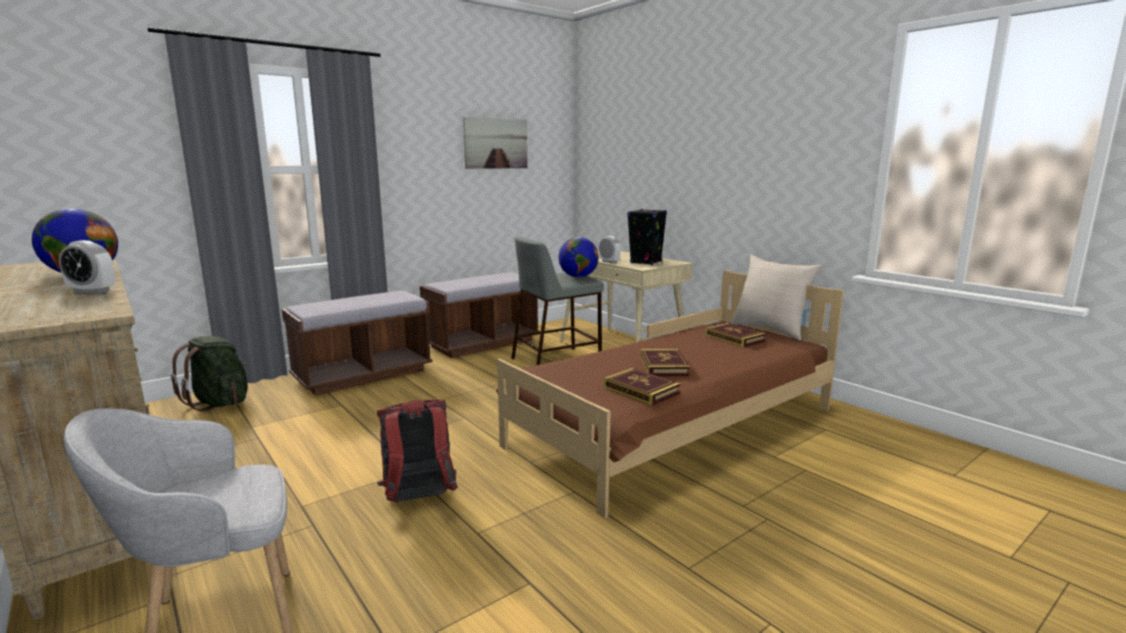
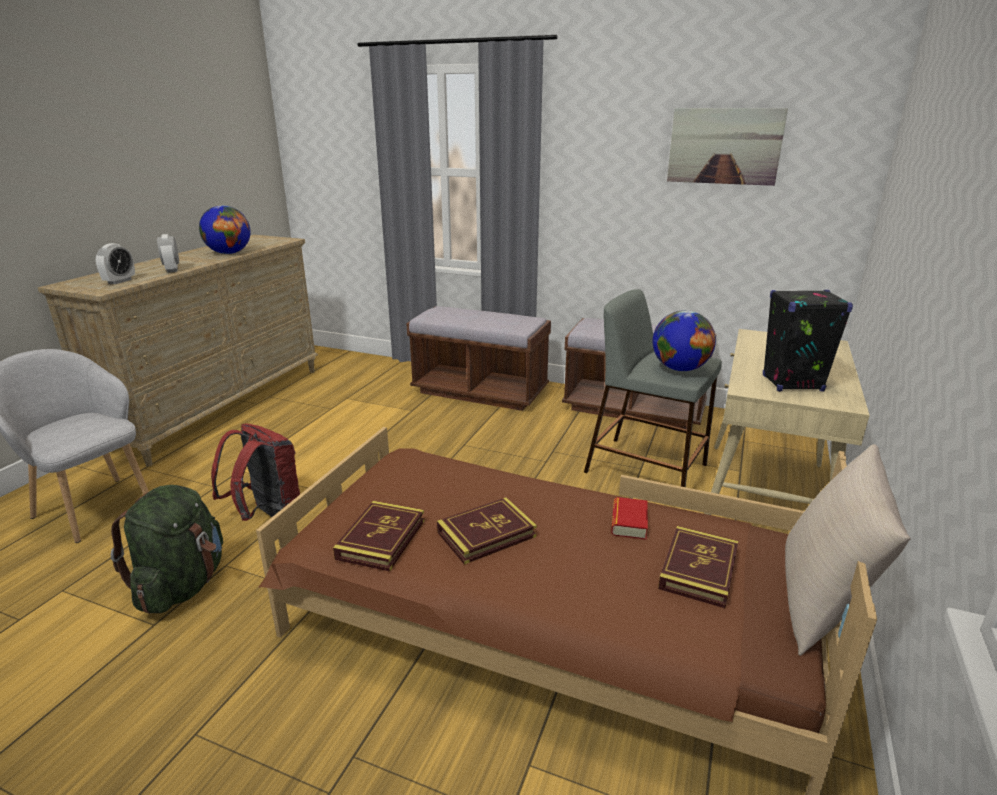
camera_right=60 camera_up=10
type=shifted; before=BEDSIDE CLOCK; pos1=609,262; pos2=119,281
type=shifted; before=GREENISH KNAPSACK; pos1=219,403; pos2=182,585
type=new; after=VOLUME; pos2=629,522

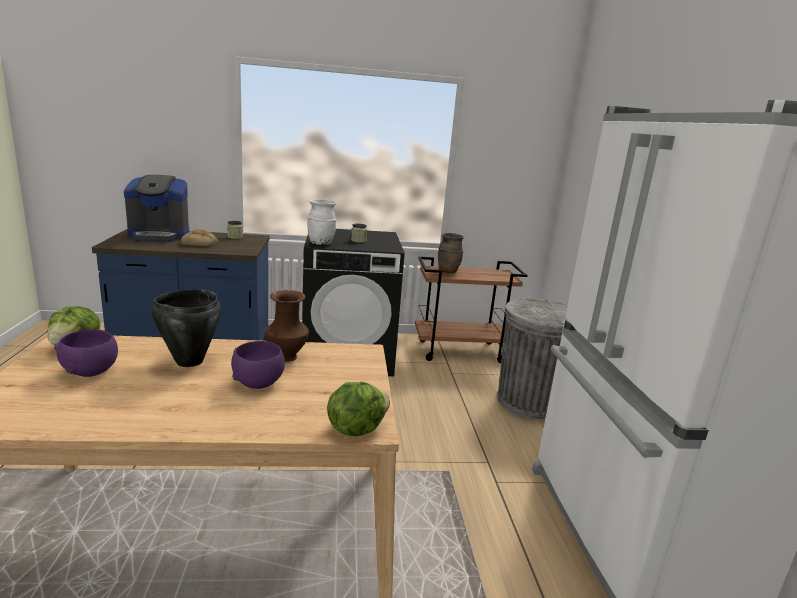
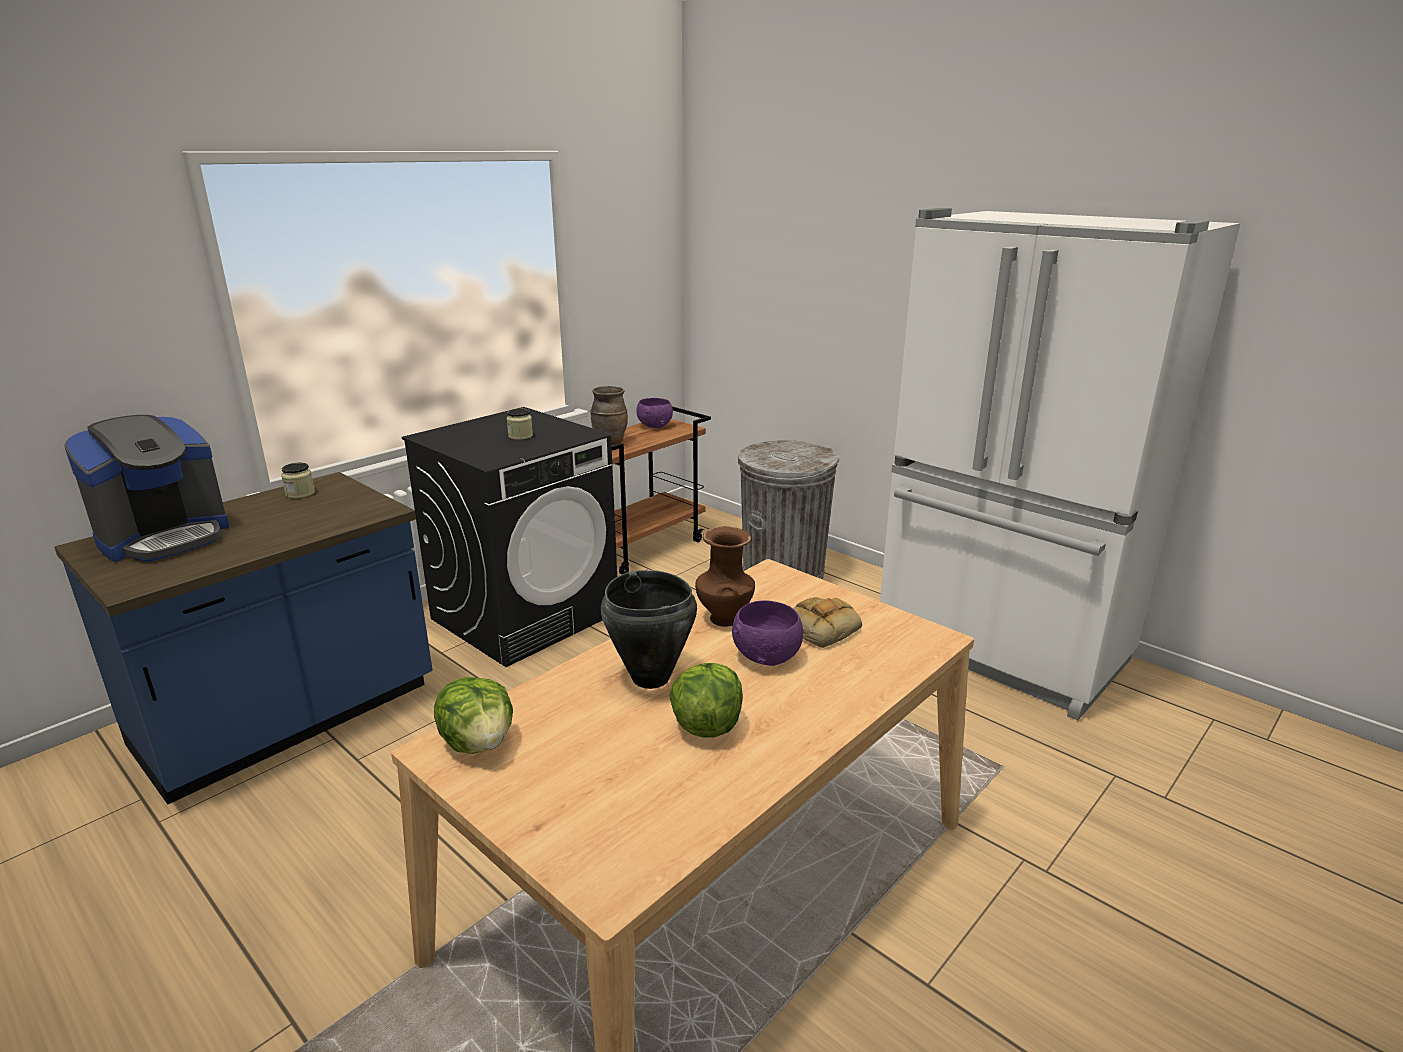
camera_right=-40 camera_up=5
type=gone; before=WHITISH FLOWER VASE; pos1=321,244
type=shifted; before=BAKERY BREAD; pos1=200,243; pos2=822,628
type=shifted; before=PURPLISH DEEP DISH; pos1=91,371; pos2=655,426
type=shifted; before=LETTUCE HEAD; pos1=356,428; pos2=707,725

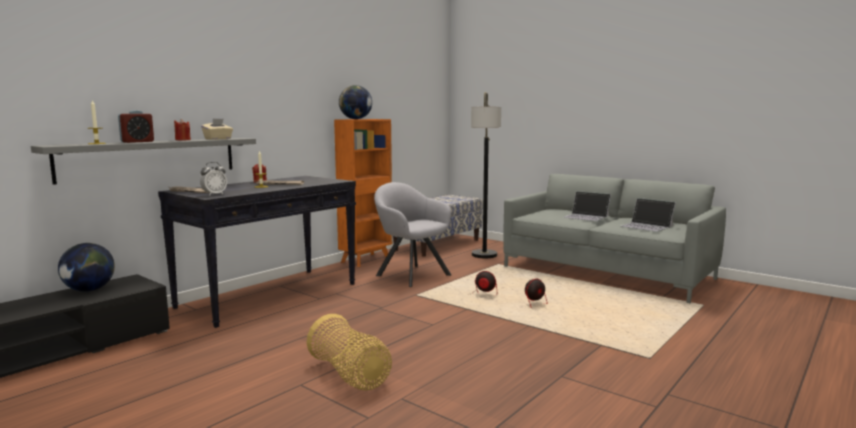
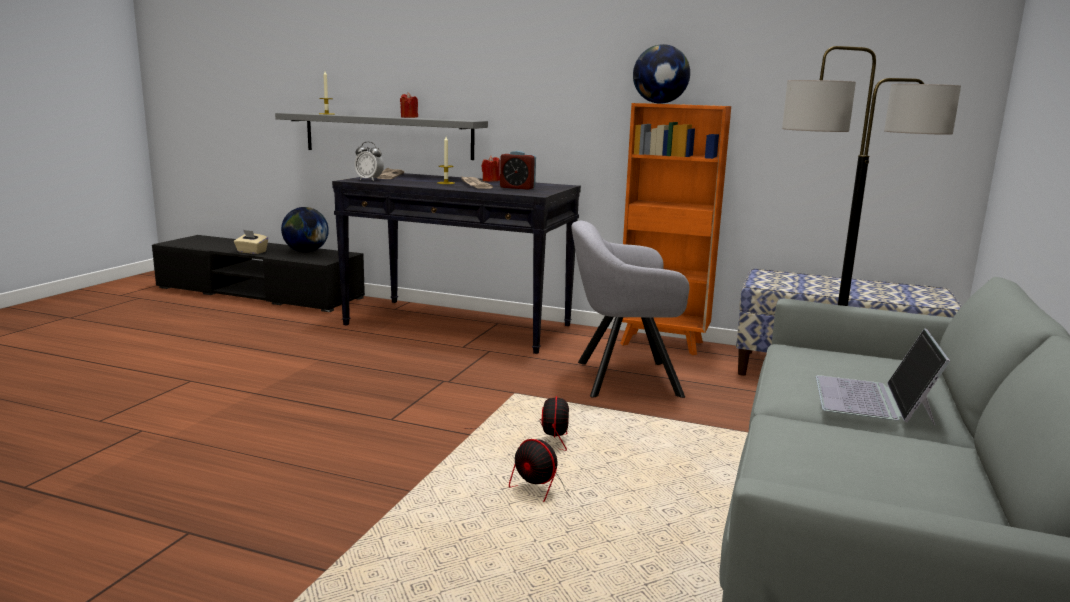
camera_right=70 camera_up=5
type=shifted; before=BEDSIDE CLOCK; pos1=137,142; pos2=517,188
type=shifted; before=BEIGE TISSUE HOLDER; pos1=218,139; pos2=251,252
type=rotated; before=GRAY ARMCHAIR; pos1=410,274; pos2=620,378; turn=-120
type=gone; before=PORTABLE COMPUTER; pos1=647,226
type=gone; before=BASKET; pos1=350,375

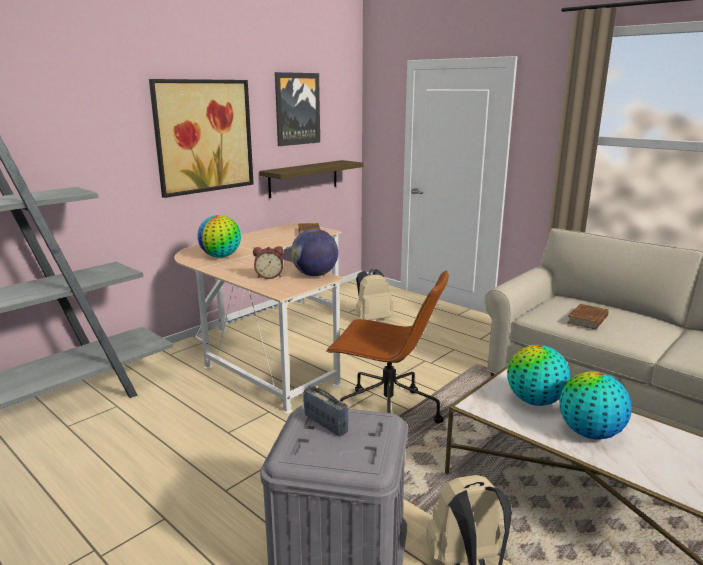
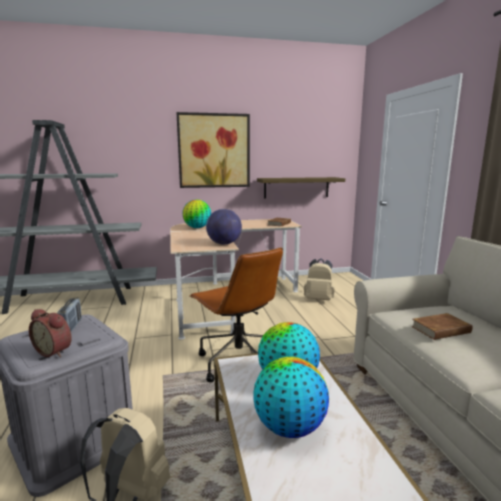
camera_right=35 camera_up=-5
type=gone; before=WALL PICTURE; pos1=297,109
type=shifted; before=BEDSIDE CLOCK; pos1=269,276; pos2=55,351

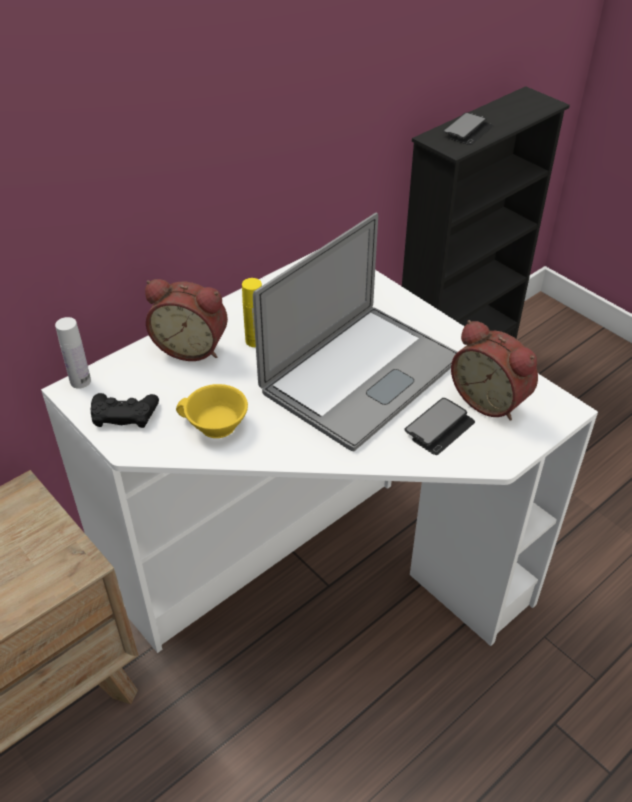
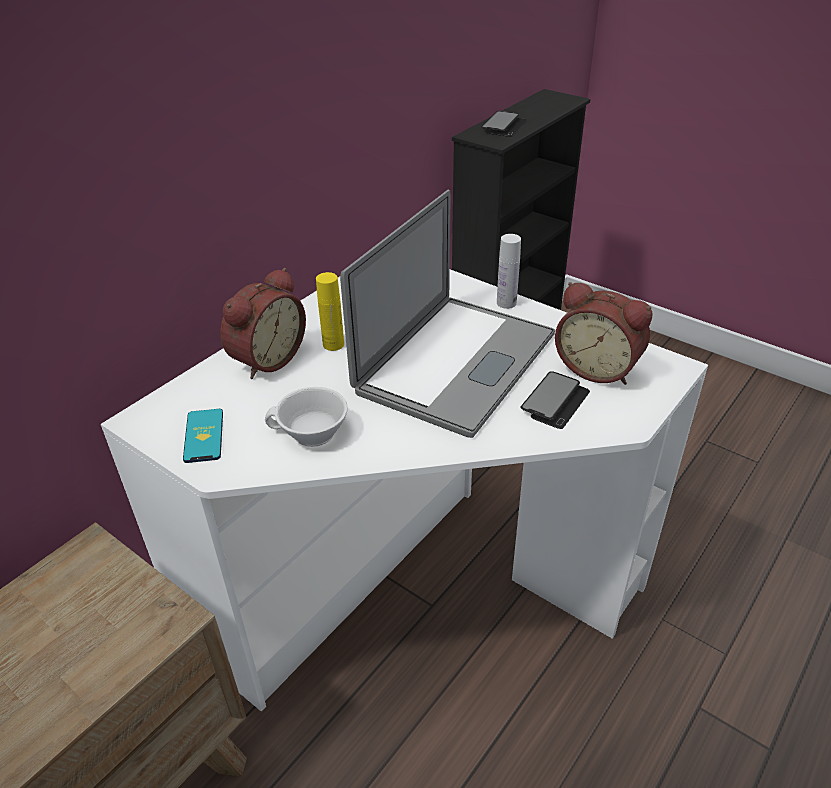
camera_right=-10 camera_up=-5
type=rotated; before=BEDSIDE CLOCK; pos1=192,347; pos2=266,359; turn=-60
type=shifted; before=WHITISH BEVERAGE BOTTLE; pos1=80,381; pos2=506,303
type=repainted; before=YELLOW SMALL CUP; after=WHITISH SMALL CUP; pos1=214,426; pos2=311,434
type=swapped; before=BLACKISH GAMEPAD; after=HANDSET; pos1=124,414; pos2=204,436

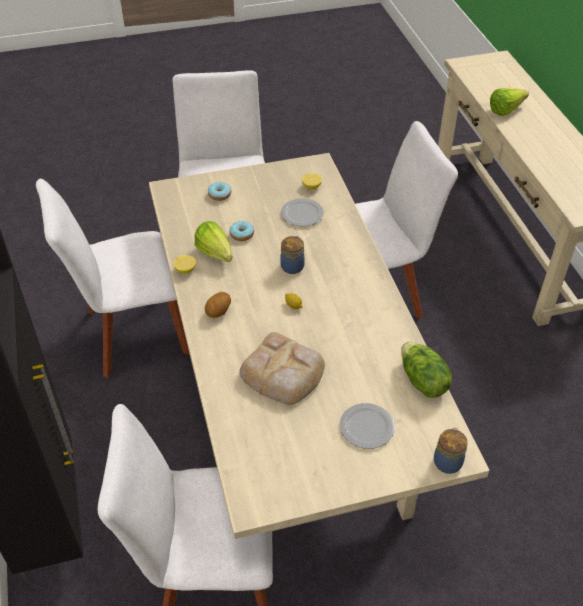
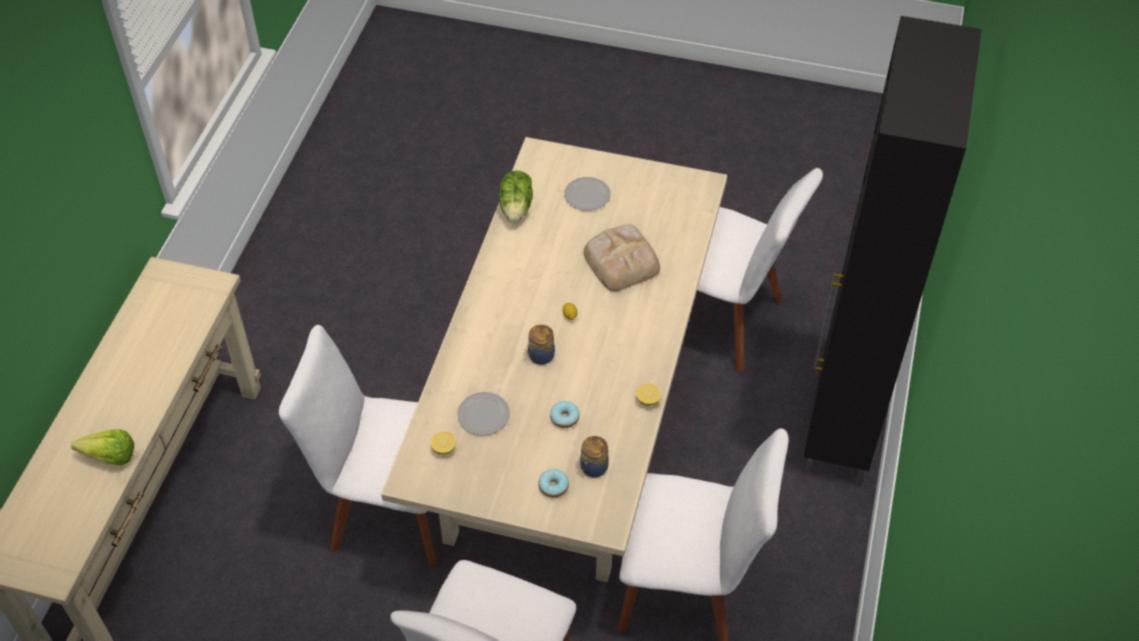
camera_right=-150 camera_up=5
type=gone; before=LETTUCE HEAD; pos1=216,256
type=gone; before=POTATO; pos1=218,312
type=shifted; before=PRESERVE JAR; pos1=448,461; pos2=593,468

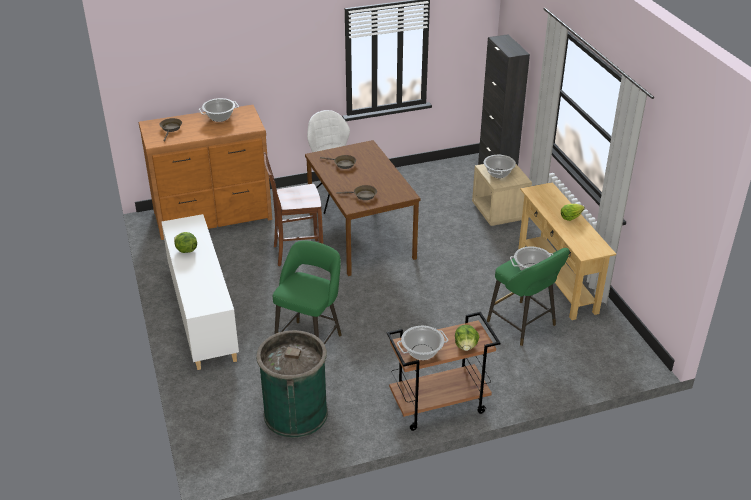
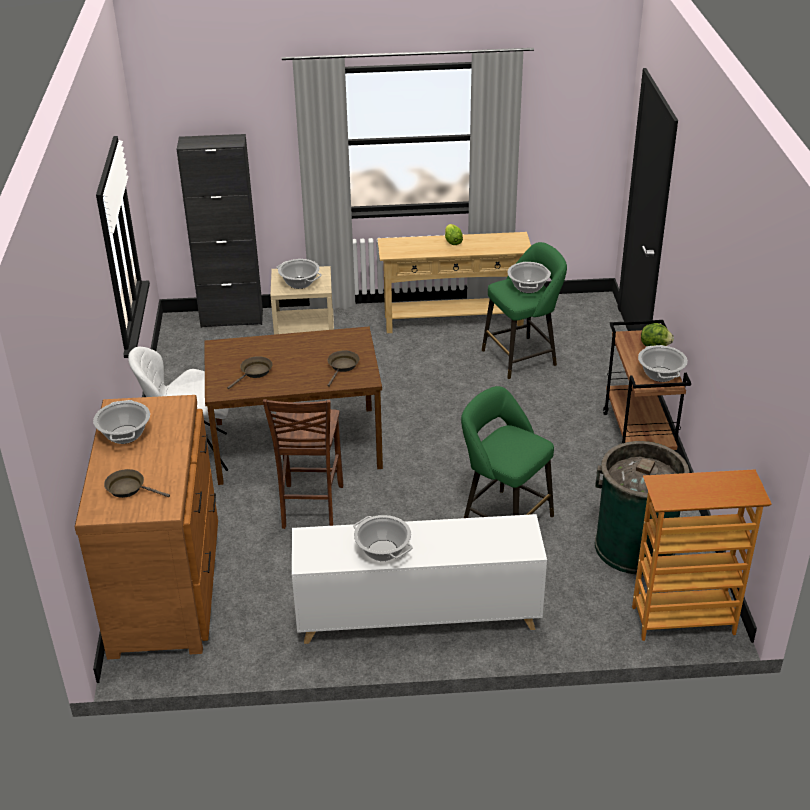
camera_right=-75 camera_up=0
type=swapped; before=LETTUCE HEAD; after=SAUCEPOT; pos1=186,250; pos2=383,551
type=new; after=SHELVING UNIT; pos2=683,621

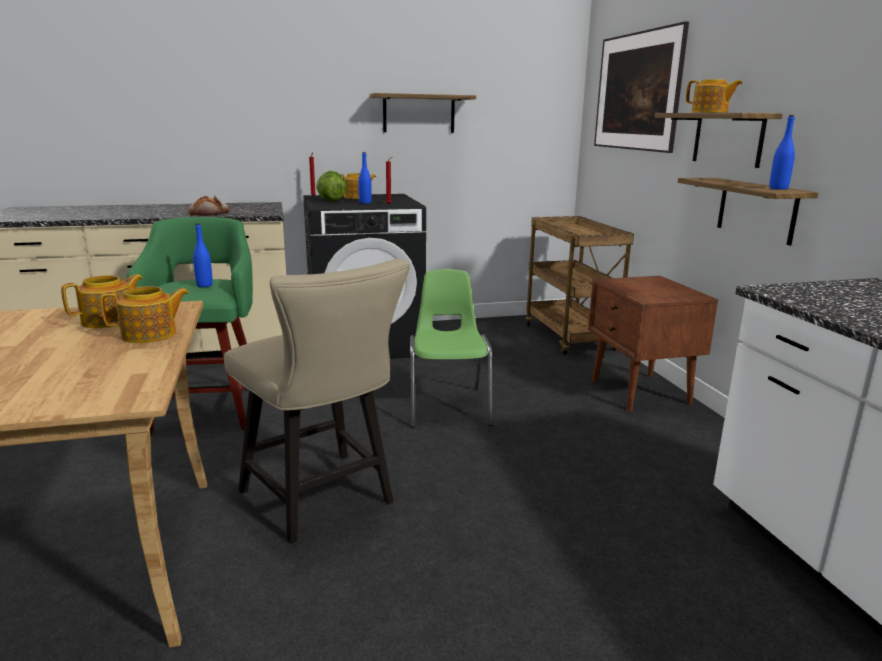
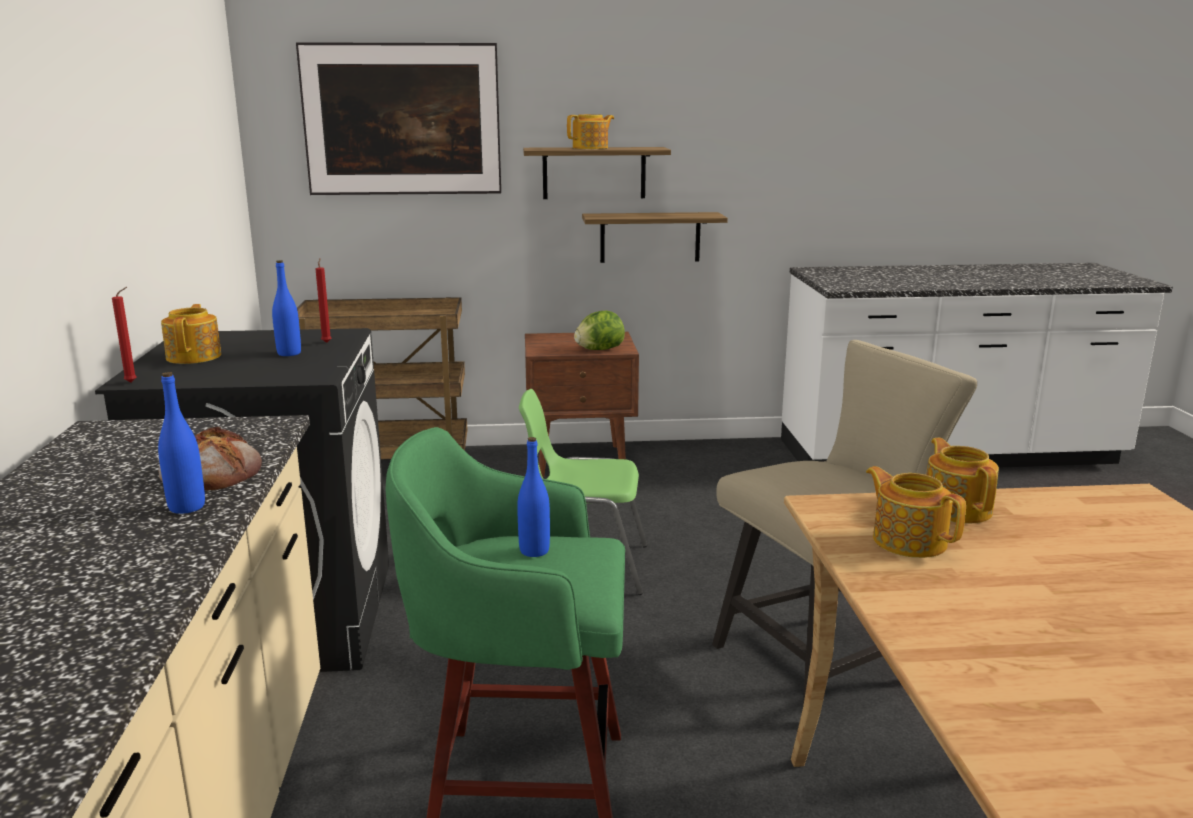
camera_right=-80 camera_up=0
type=gone; before=WALL SHELF; pos1=419,114
type=shifted; before=BLUE-COLOURED BEVERAGE BOTTLE; pos1=778,188; pos2=187,507
type=shifted; before=LETTUCE HEAD; pos1=330,201; pos2=599,350

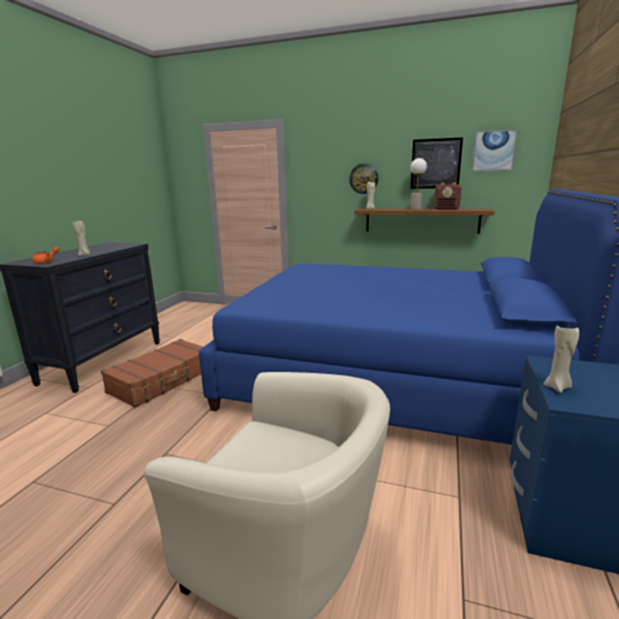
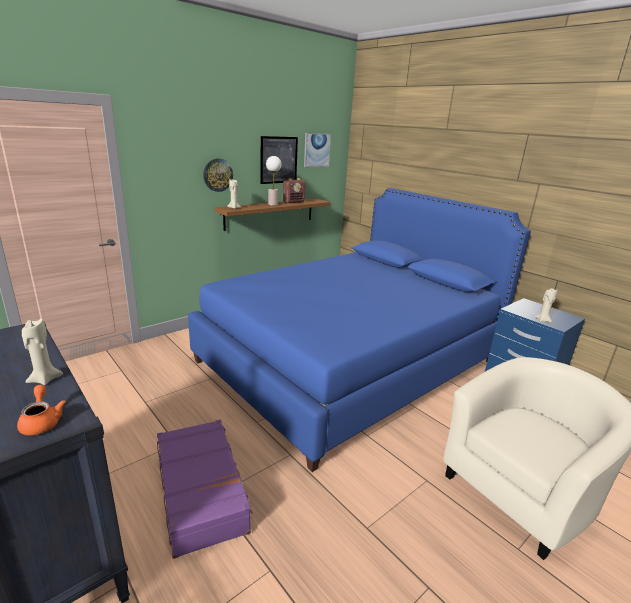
camera_right=-60 camera_up=5
type=repainted; before=BROWN-COLOURED SUITCASE; after=PURPLISH SUITCASE; pos1=162,381; pos2=202,491

